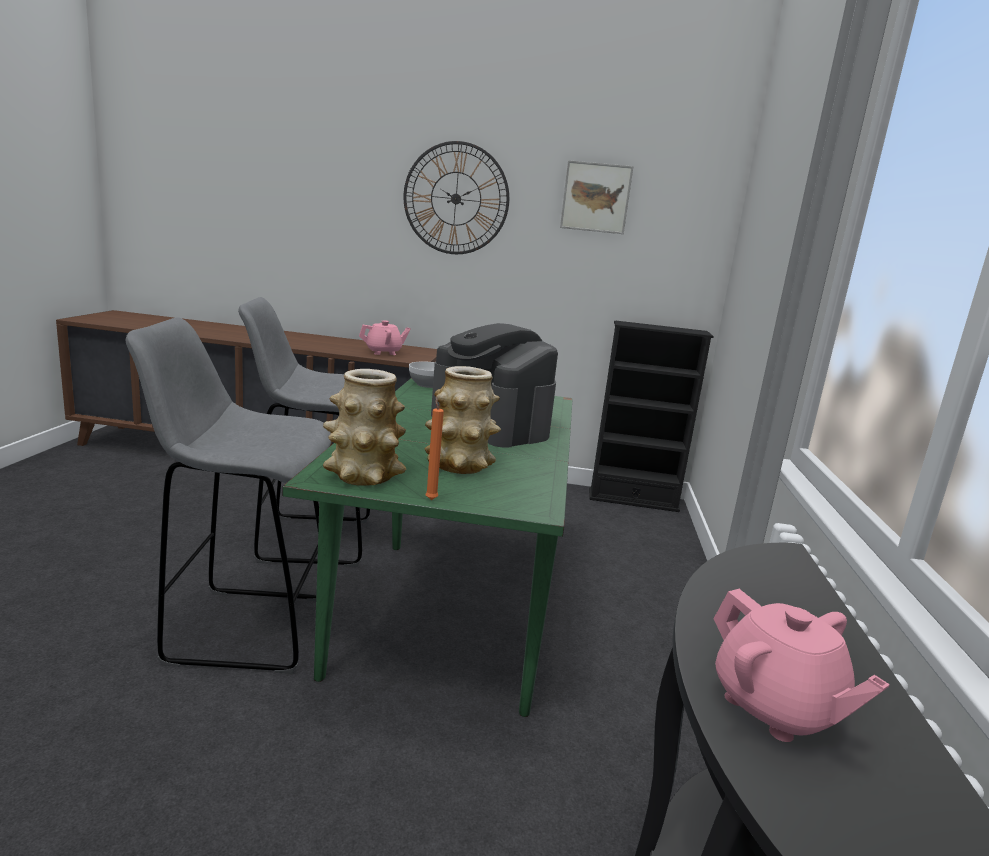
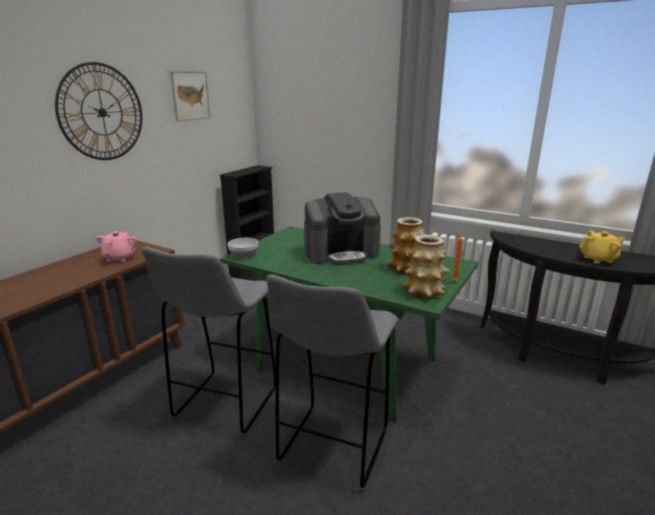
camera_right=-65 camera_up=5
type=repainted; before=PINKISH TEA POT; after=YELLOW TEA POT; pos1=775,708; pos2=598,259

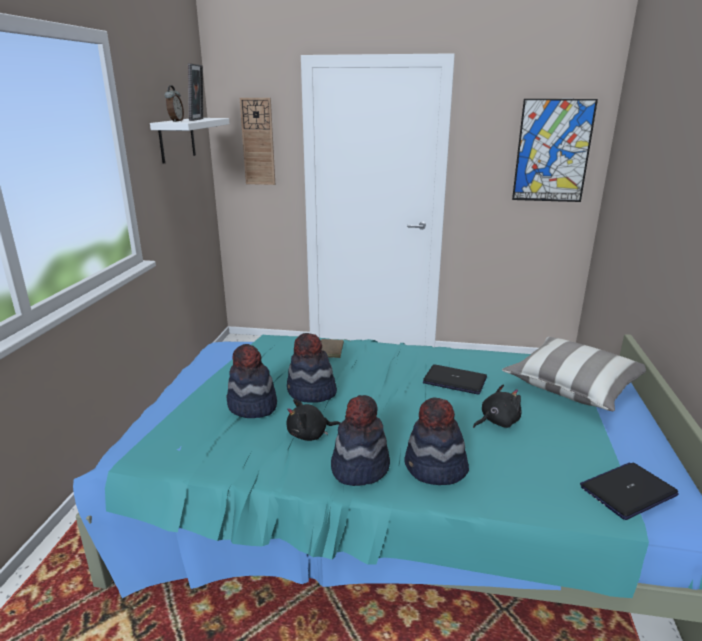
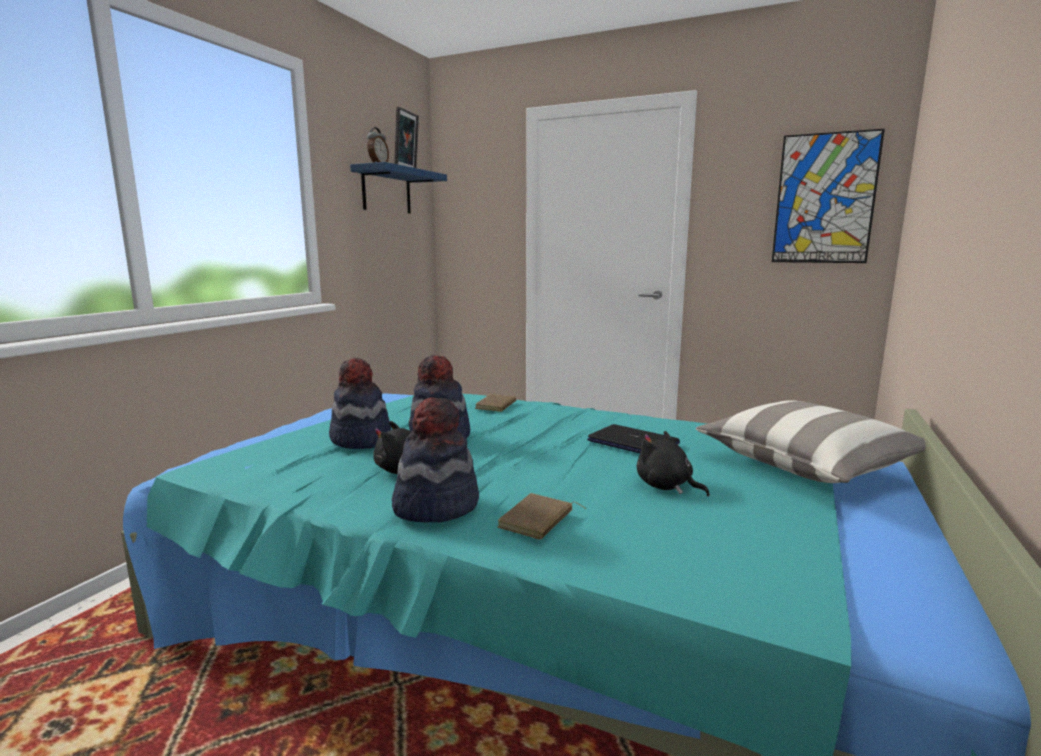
camera_right=15 camera_up=-10
type=gone; before=HANGING CLOCK; pos1=258,142
type=repainted; before=WHITISH WALL SHELF; after=BLUE-COLOURED WALL SHELF; pos1=177,139; pos2=386,191
type=rotated; before=BLACKISH CUDDLY TOY; pos1=497,421; pos2=666,486; turn=-120
type=swapped; before=WEARABLE HAT; after=BROWN-COLOURED VOLUME; pos1=435,469; pos2=538,521
type=gone; before=PORTABLE COMPUTER; pos1=628,491

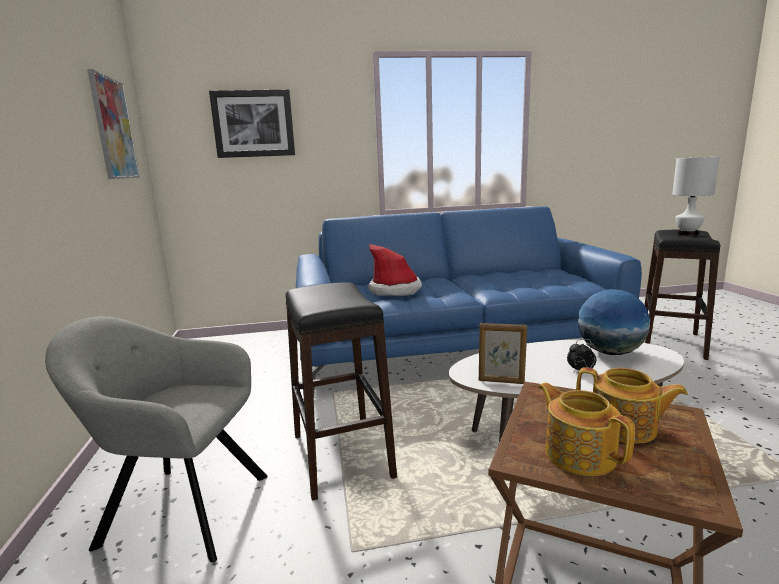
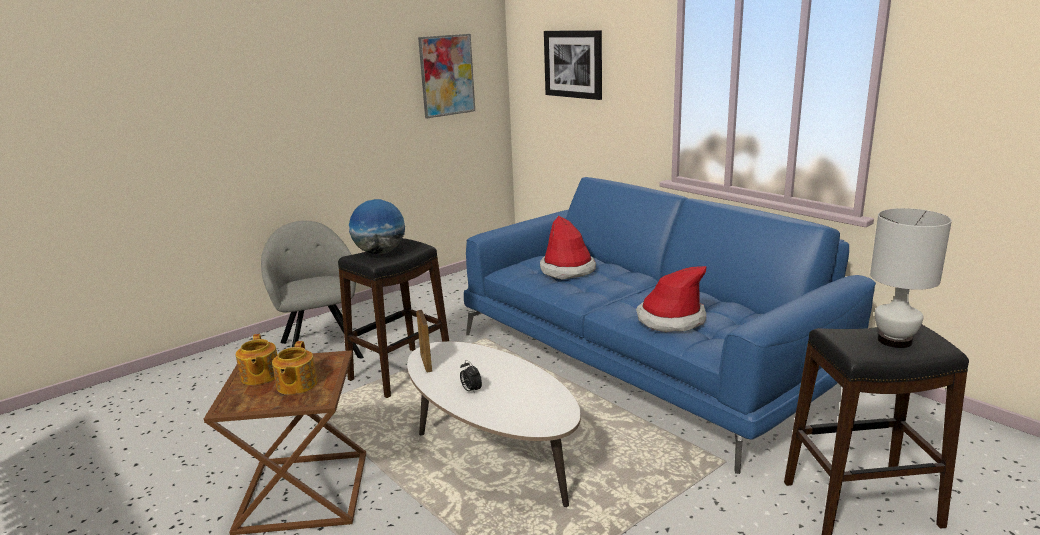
camera_right=60 camera_up=5
type=shifted; before=WORLD GLOBE; pos1=610,352; pos2=380,252
type=rotated; before=TEA POT; pos1=579,454; pos2=260,376; turn=135
type=new; after=WEARABLE HAT; pos2=670,319

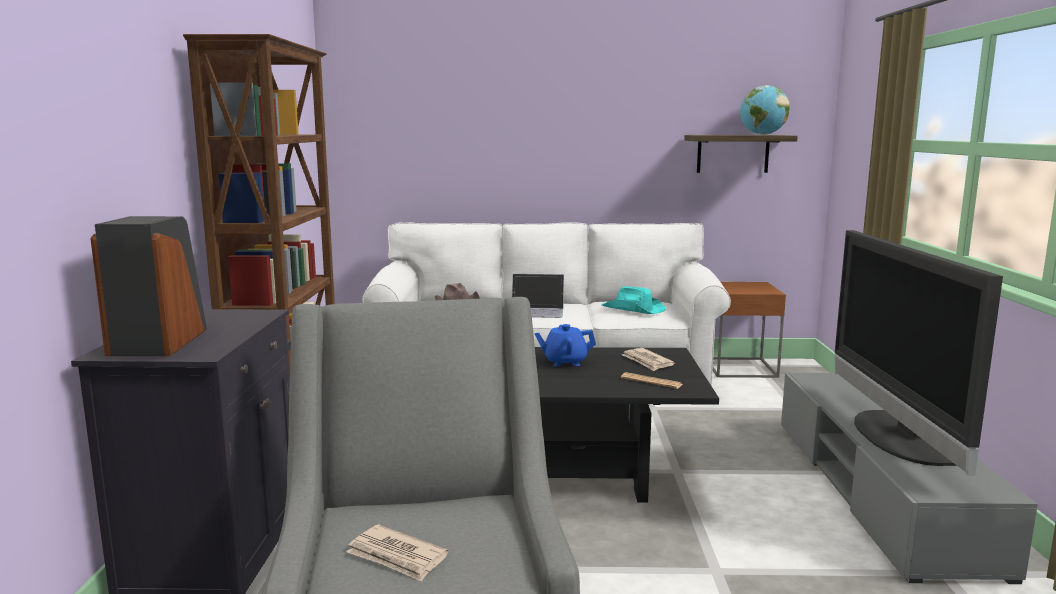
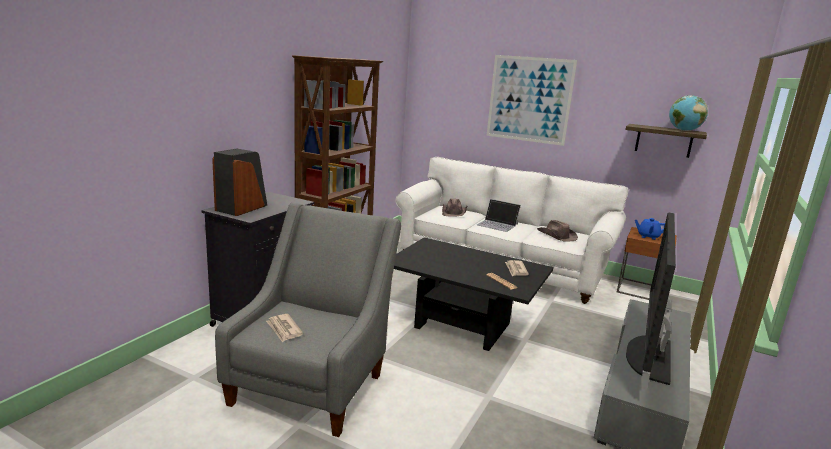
camera_right=25 camera_up=5
type=repainted; before=TURQUOISE WEARABLE HAT; after=BROWN-COLOURED WEARABLE HAT; pos1=634,309; pos2=556,236
type=shifted; before=BLUE-COLOURED TEA POT; pos1=564,362; pos2=648,236
type=new; after=WALL PICTURE; pos2=529,99

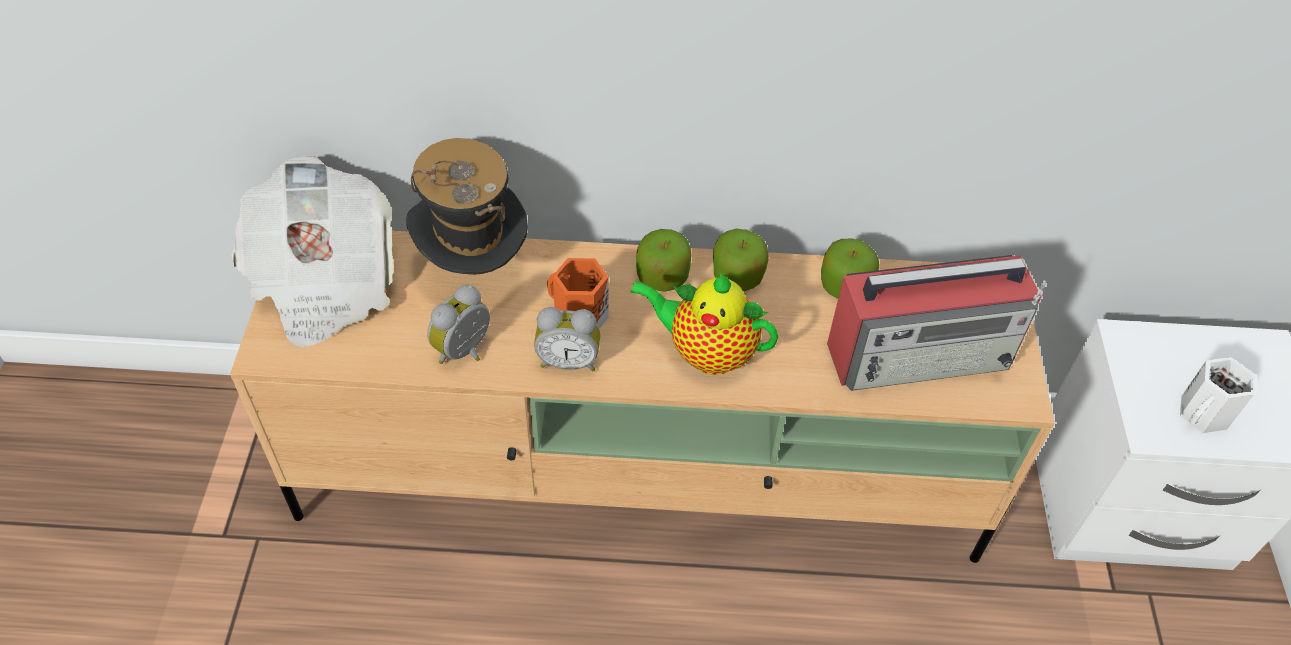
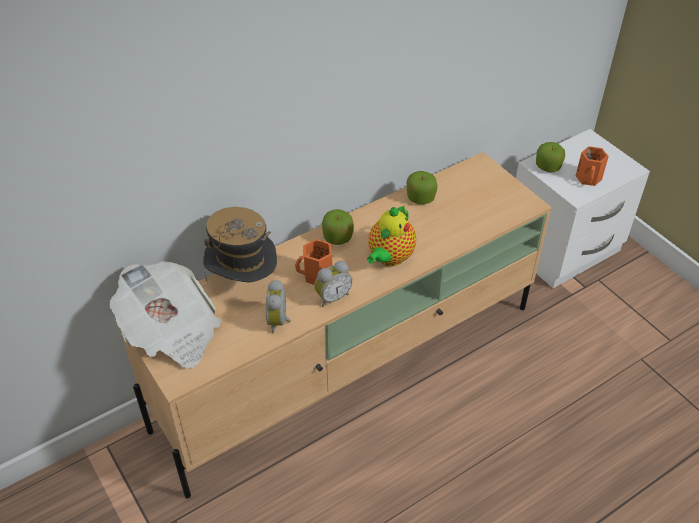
camera_right=-35 camera_up=-5
type=shifted; before=WHOLE APPLE; pos1=737,276; pos2=548,167
type=gone; before=RADIO RECEIVER; pos1=921,355
type=rotated; before=TEA POT; pos1=706,352; pos2=389,258; turn=-45
type=repainted; before=WHITISH MUG; after=ORANGE-COLOURED MUG; pos1=1204,415; pos2=589,178

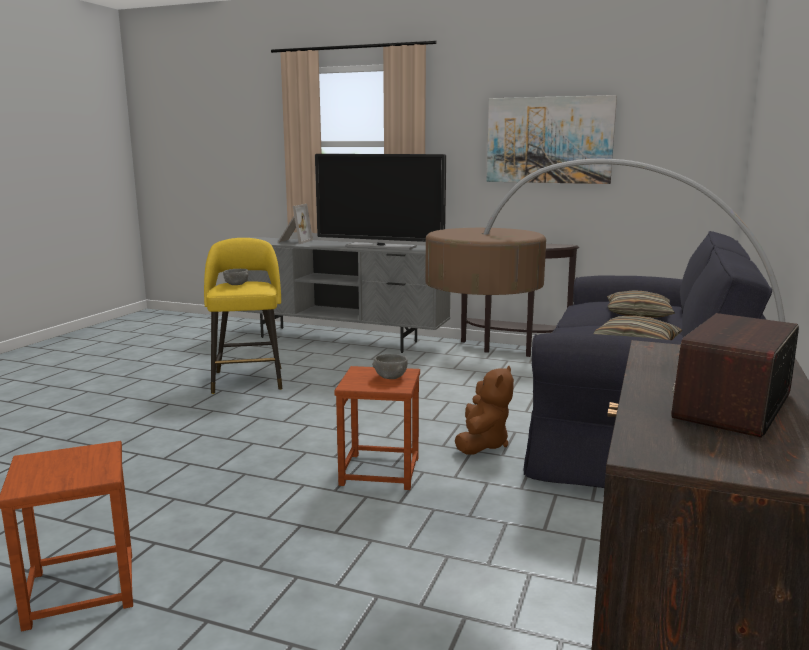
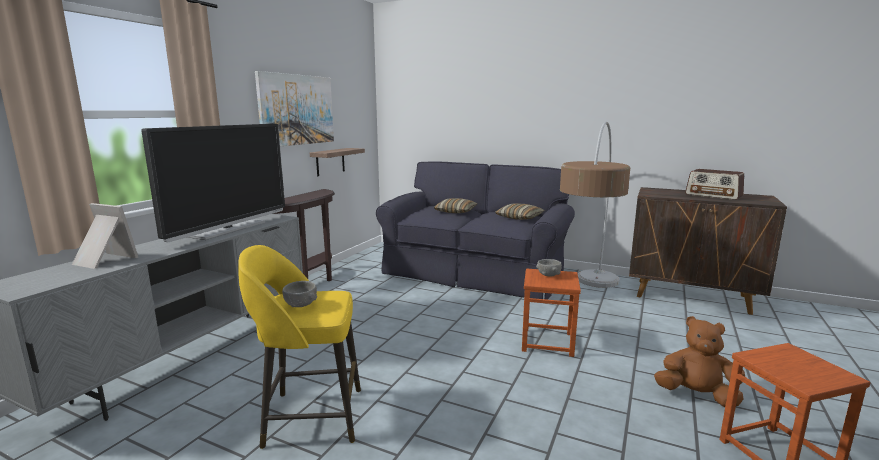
camera_right=-85 camera_up=0
type=shifted; before=BROWN-COLOURED CUDDLY TOY; pos1=482,444; pos2=696,395
type=new; after=WALL SHELF; pos2=330,162

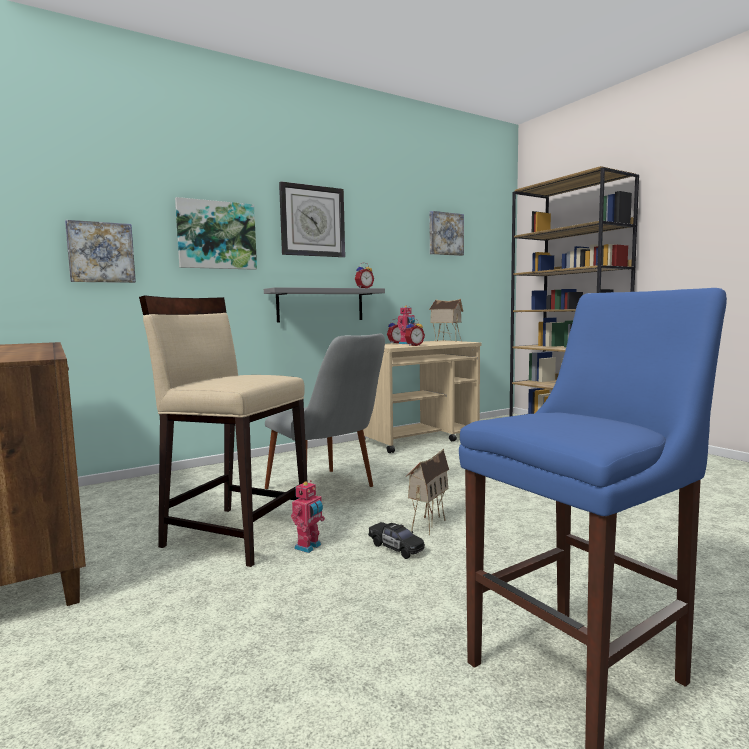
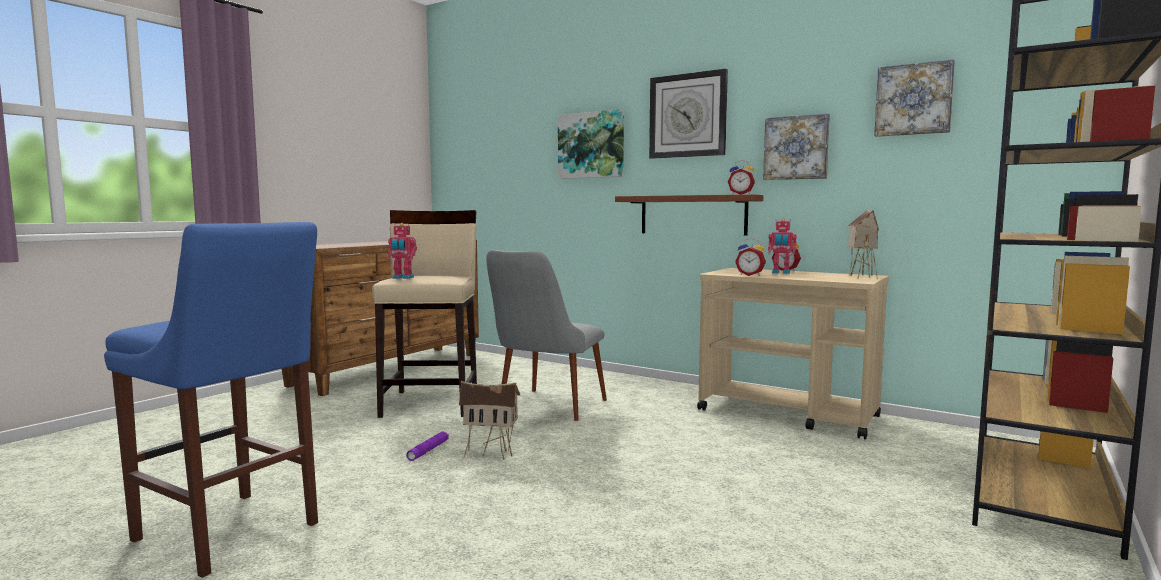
camera_right=65 camera_up=0
type=shifted; before=WALL PICTURE; pos1=101,252; pos2=796,148
type=repainted; before=GRAY WALL SHELF; after=BROWN-COLOURED WALL SHELF; pos1=320,305; pos2=692,215
type=shifted; before=MODEL ROBOT; pos1=309,547; pos2=402,278
type=swapped; before=BLACKISH TOY CAR; after=PURPLISH FLASHLIGHT; pos1=396,548; pos2=428,450

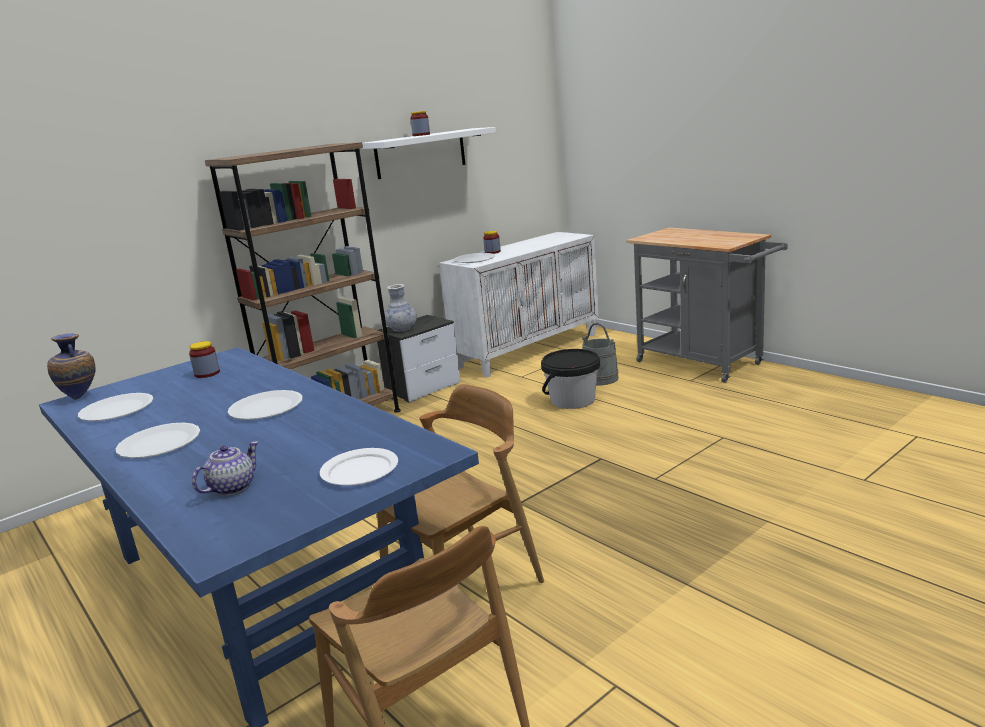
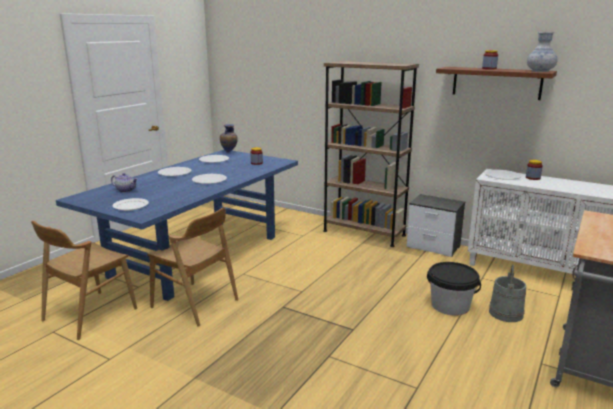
camera_right=70 camera_up=0
type=repainted; before=WHITISH WALL SHELF; after=BROWN-COLOURED WALL SHELF; pos1=420,153; pos2=496,83
type=shifted; before=FLOWER VASE; pos1=402,329; pos2=540,71

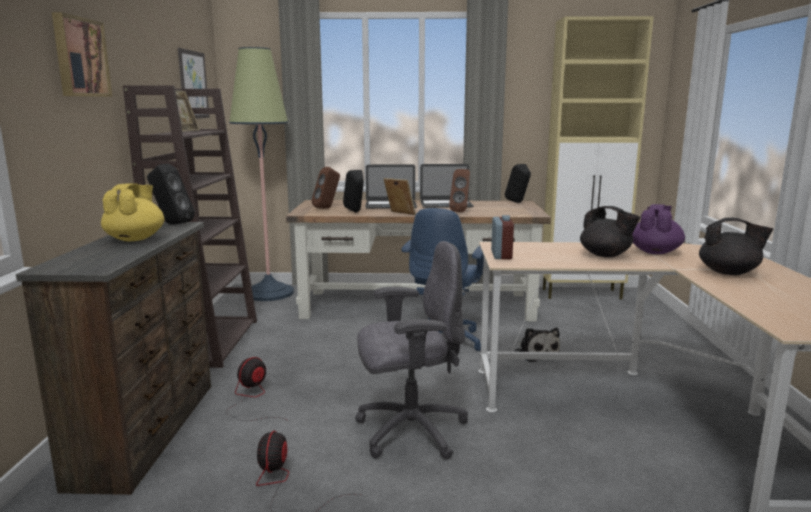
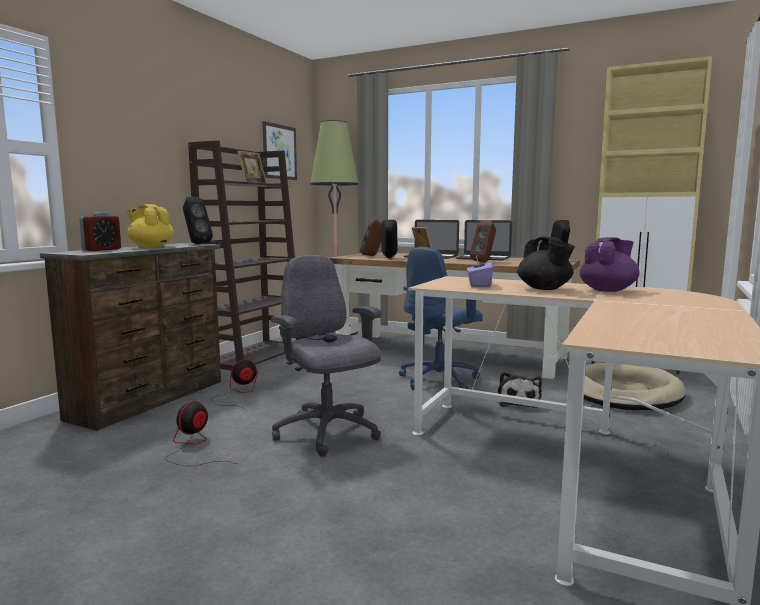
camera_right=25 camera_up=-5
type=gone; before=WALL PICTURE; pos1=79,57
type=rotated; before=YELLOW TEA POT; pos1=136,239; pos2=151,247; turn=-90
type=shifted; before=BEDSIDE CLOCK; pos1=501,255; pos2=102,249
type=gone; before=BLACKISH TEA POT; pos1=729,273
type=rotated; before=GRAY DESK CHAIR; pos1=409,431; pos2=327,434; turn=-135
type=new; after=PURPLISH TISSUE HOLDER; pos2=479,285
type=new; after=BEIGE DOG BED; pos2=624,392

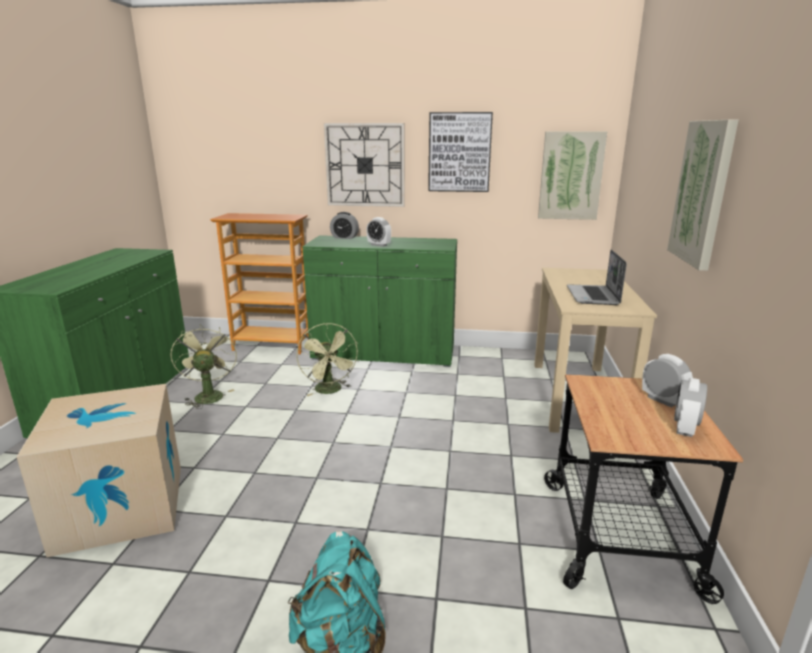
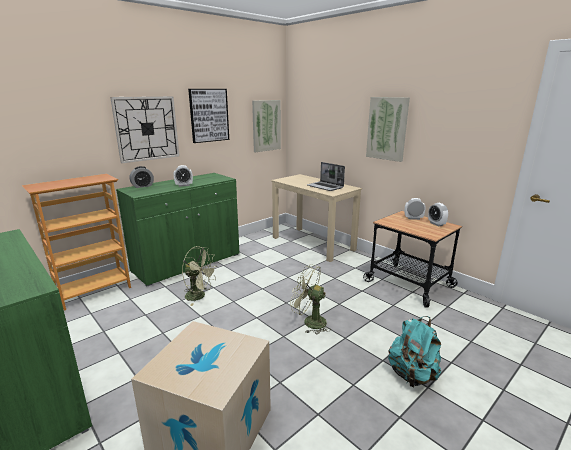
camera_right=-50 camera_up=0
type=shifted; before=GREENISH COOLING FAN; pos1=208,395; pos2=309,322

